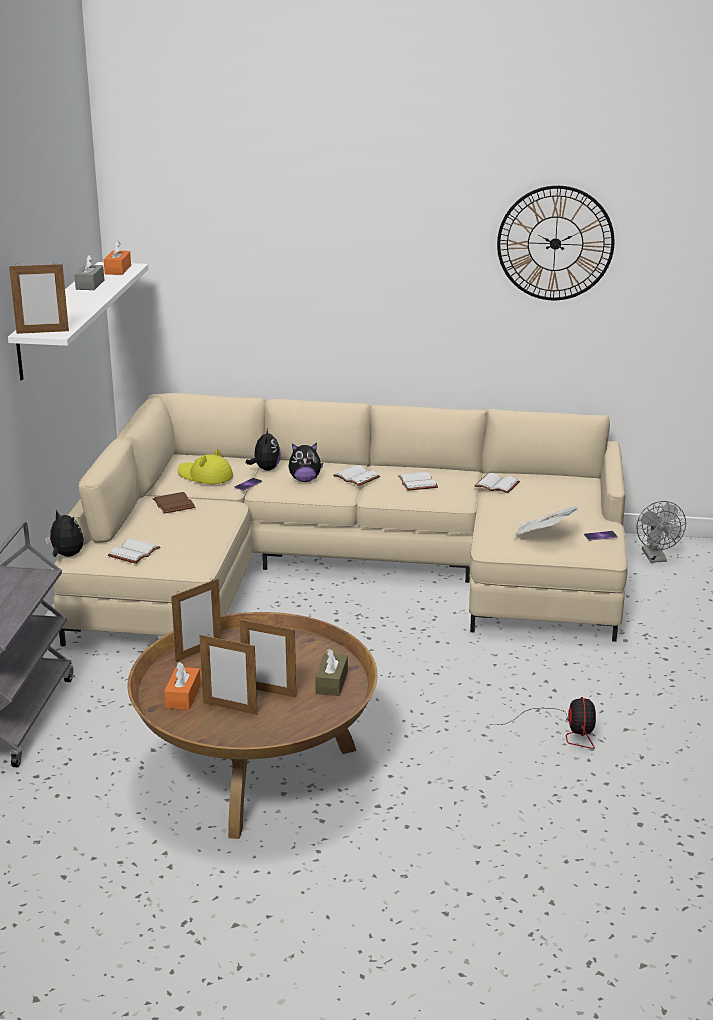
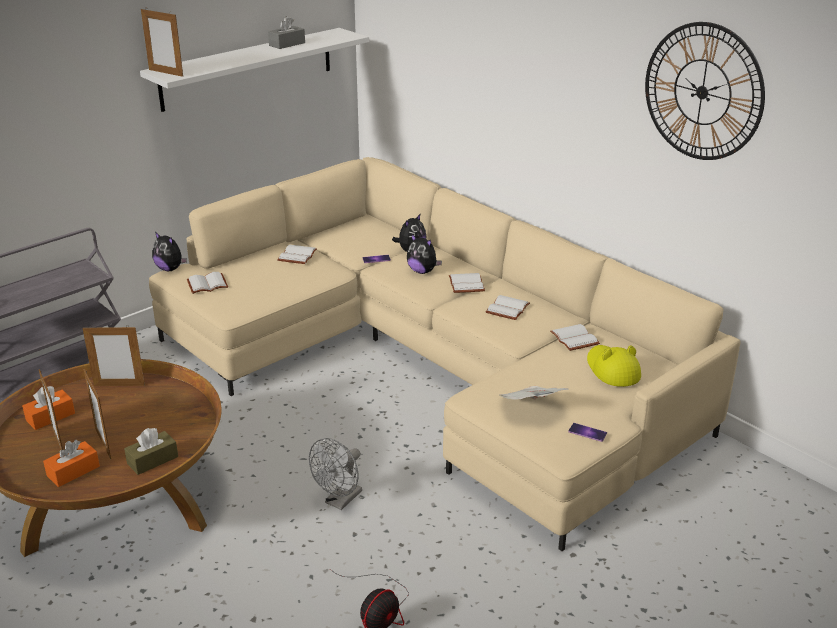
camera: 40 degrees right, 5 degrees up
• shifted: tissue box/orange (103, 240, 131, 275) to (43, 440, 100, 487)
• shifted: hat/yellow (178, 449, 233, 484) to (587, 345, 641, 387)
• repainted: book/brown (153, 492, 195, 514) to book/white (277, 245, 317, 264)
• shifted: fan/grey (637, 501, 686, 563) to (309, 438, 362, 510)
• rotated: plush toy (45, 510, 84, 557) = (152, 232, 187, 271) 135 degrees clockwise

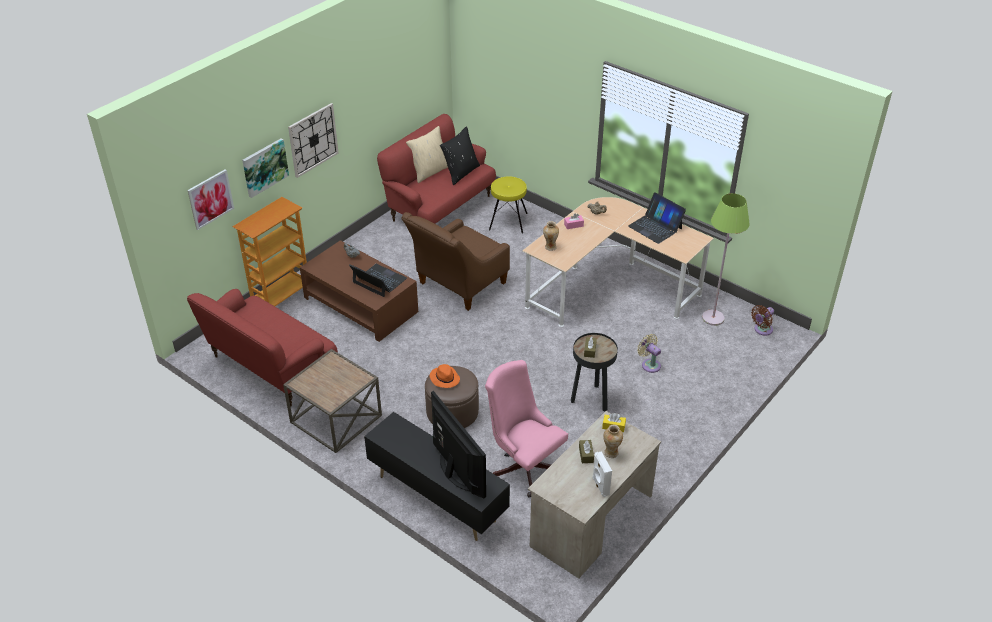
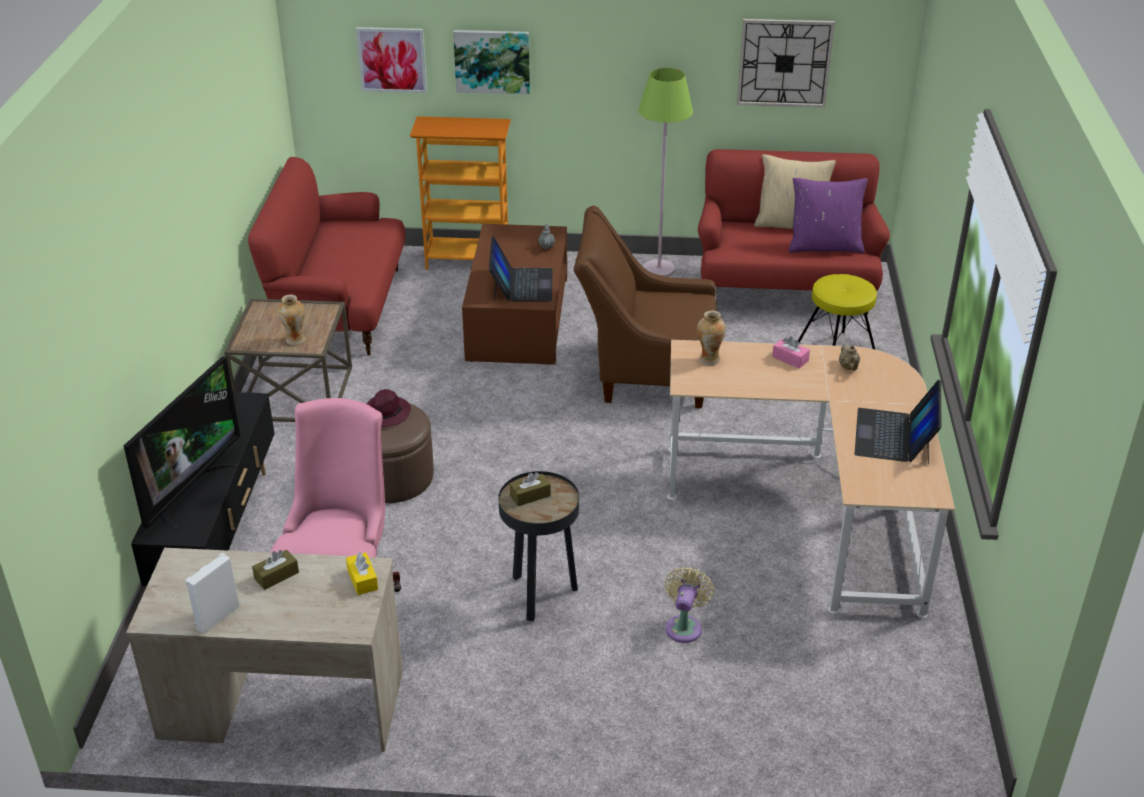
camera: 55 degrees right, 5 degrees down
• shifted: wall clock (288, 103, 339, 178) to (737, 19, 835, 108)
• repainted: pillow/black (440, 126, 480, 185) to pillow/purple (789, 178, 868, 253)
• shifted: floor lamp/green (702, 193, 749, 326) to (638, 68, 693, 277)
• gone: fan/brown (751, 305, 774, 336)
• repainted: hat/orange (430, 364, 460, 388) to hat/purple (367, 389, 411, 427)
• shifted: vase (603, 425, 623, 458) to (278, 295, 306, 345)

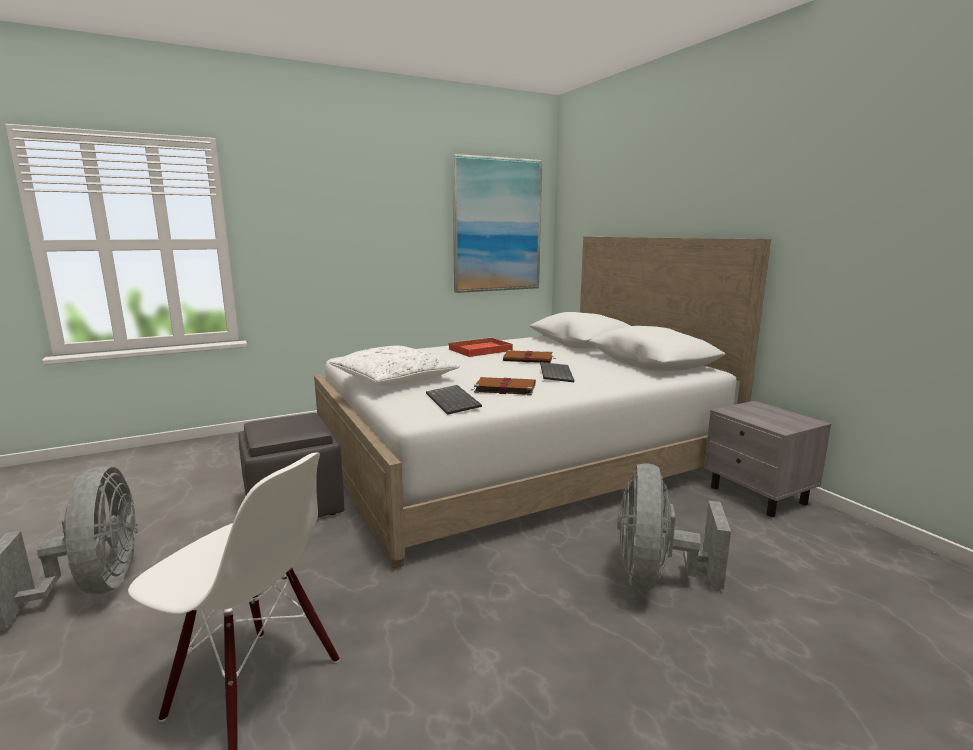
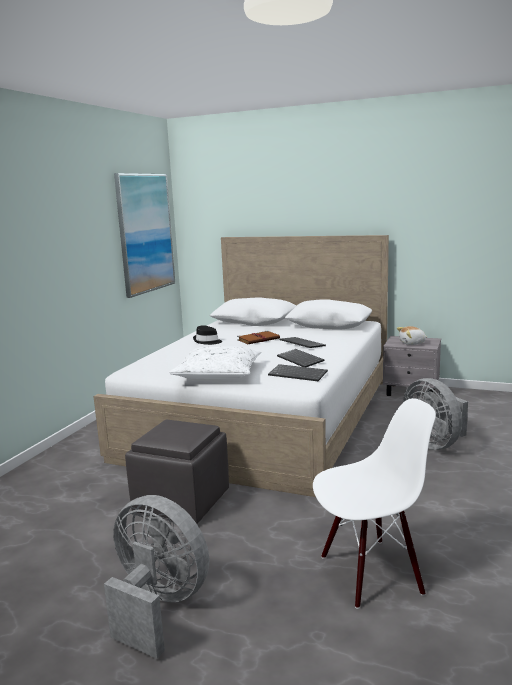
camera: 40 degrees left, 0 degrees up
• swapped: tray/red (448, 337, 513, 357) to hat/black (193, 325, 222, 345)
• swapped: book/brown (472, 377, 536, 396) to keyboard (277, 349, 324, 367)
• new: plush toy (397, 326, 428, 345)

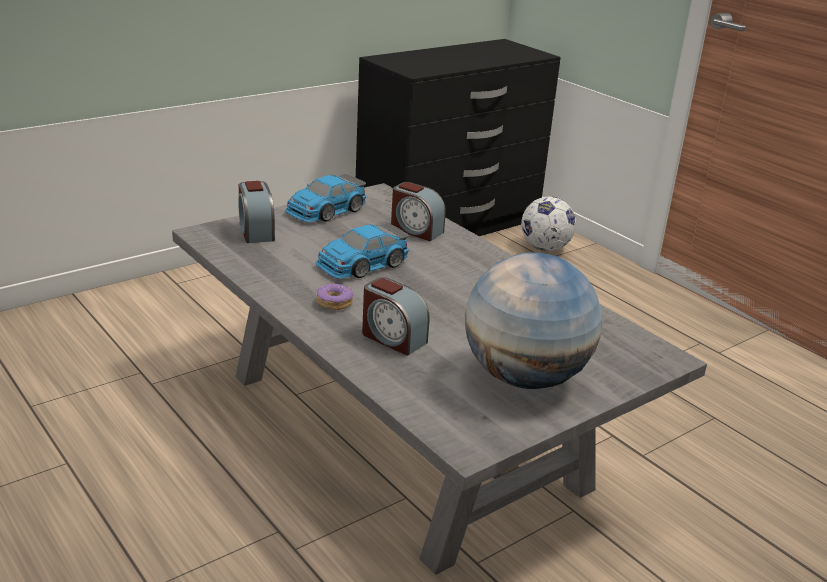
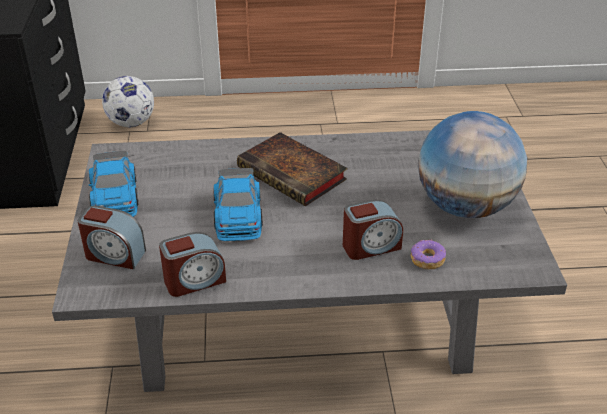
camera: 55 degrees left, 10 degrees up
• shifted: alarm clock (391, 182, 446, 241) to (159, 232, 226, 297)
• shifted: donut (316, 283, 353, 310) to (411, 240, 446, 269)
• new: book (237, 132, 347, 206)

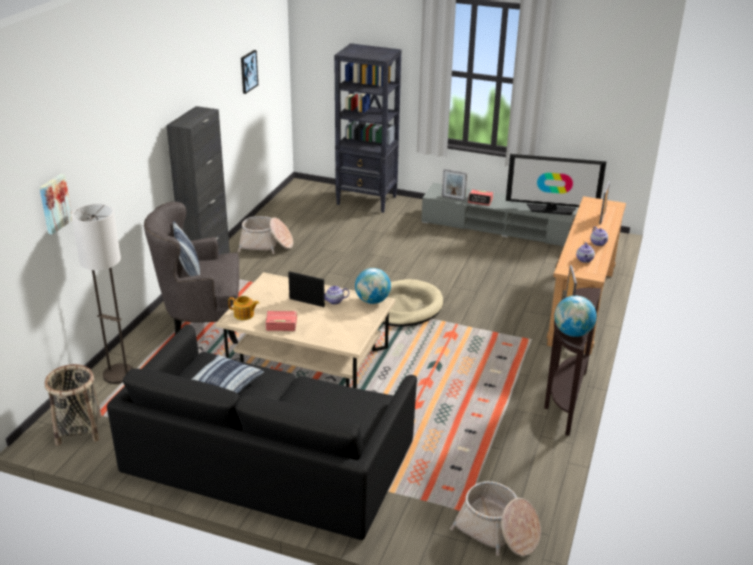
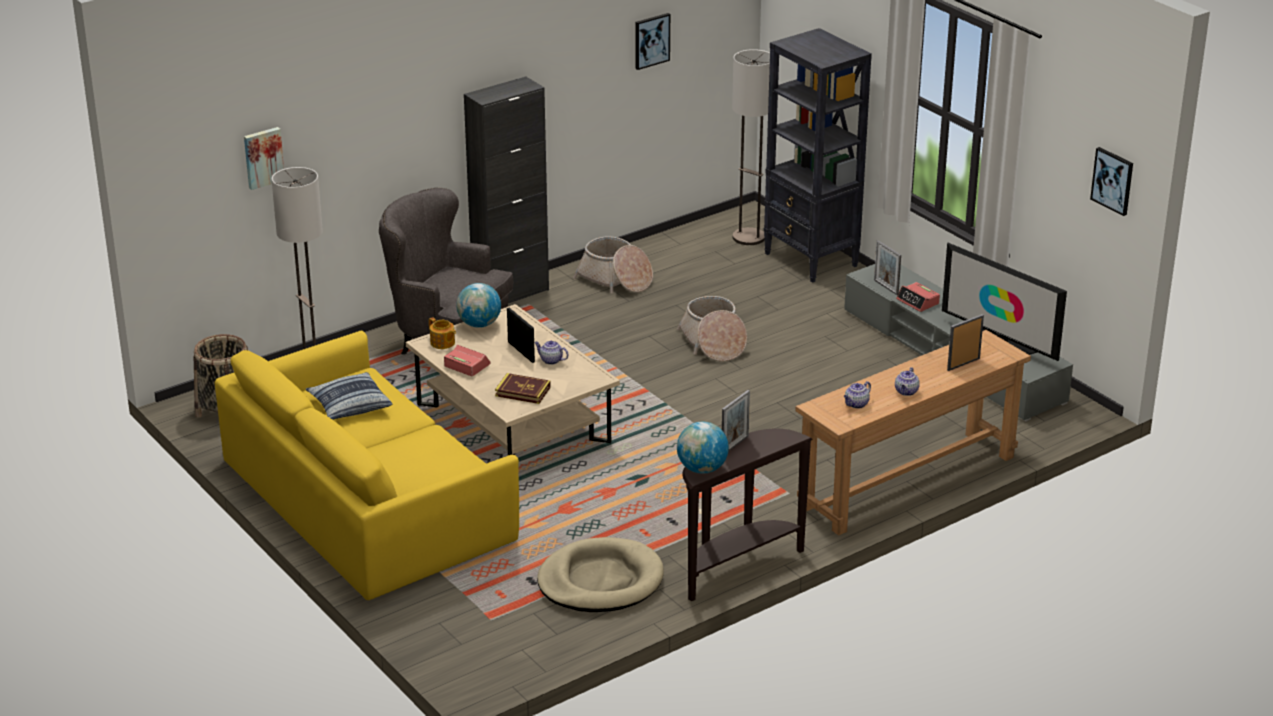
camera: 35 degrees right, 0 degrees up
• gone: pillow (173, 221, 200, 276)
• shifted: globe (355, 268, 391, 304) to (456, 283, 501, 328)
• shifted: dog bed/beige (382, 279, 443, 326) to (537, 537, 664, 612)
• repainted: sofa/black (107, 324, 417, 540) to sofa/yellow (215, 331, 519, 600)
• shifted: basket (450, 481, 541, 556) to (677, 296, 747, 362)
• new: floor lamp (732, 49, 770, 245)
• new: picture (1090, 147, 1133, 216)
• new: book (495, 373, 551, 404)

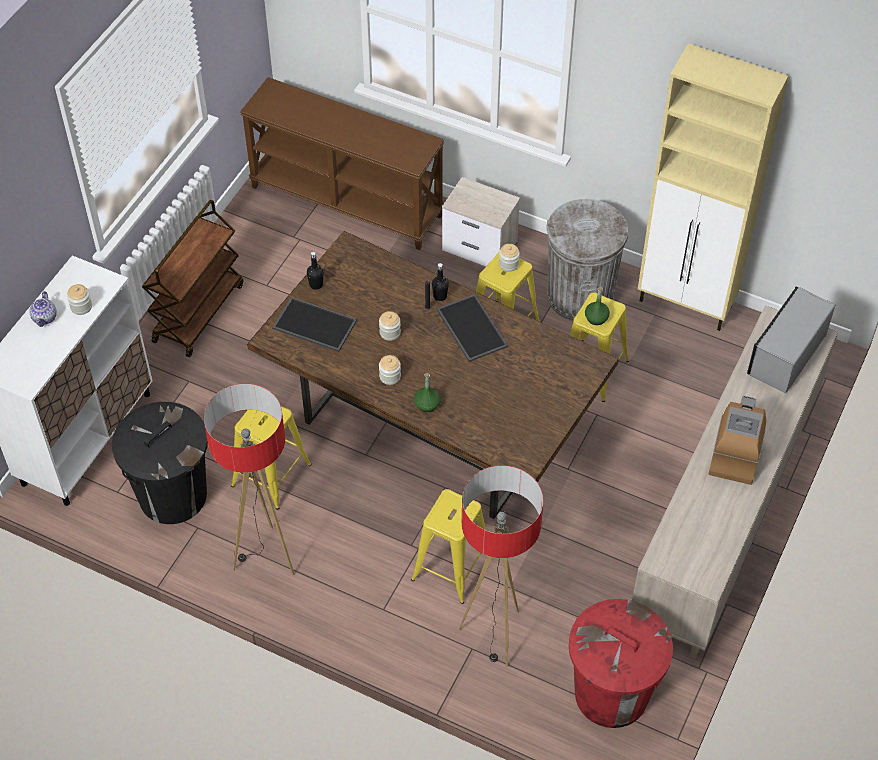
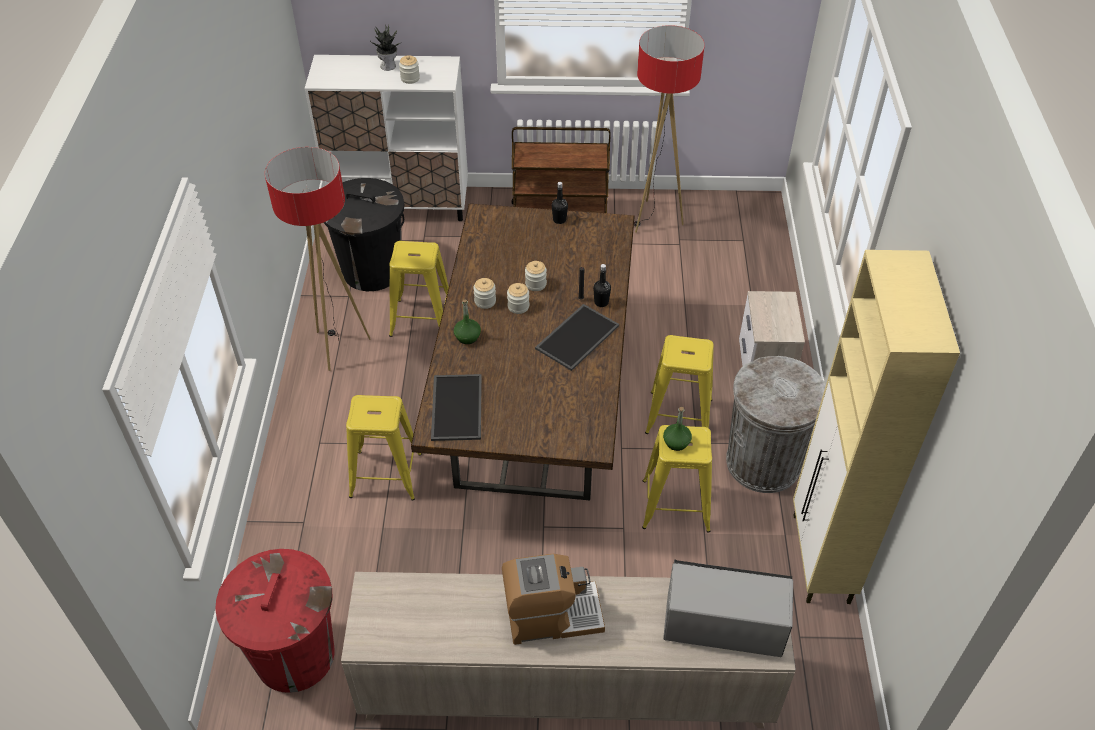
camera: 65 degrees right, 5 degrees down
• gone: console table/brown (240, 77, 444, 250)
• shifted: jar (499, 244, 520, 272) to (507, 283, 529, 314)
• swapped: teapot (29, 291, 57, 327) to potted plant (370, 25, 400, 71)
• shifted: tray (272, 297, 357, 352) to (431, 374, 482, 441)
• shifted: floor lamp (459, 465, 544, 667) to (634, 25, 705, 233)

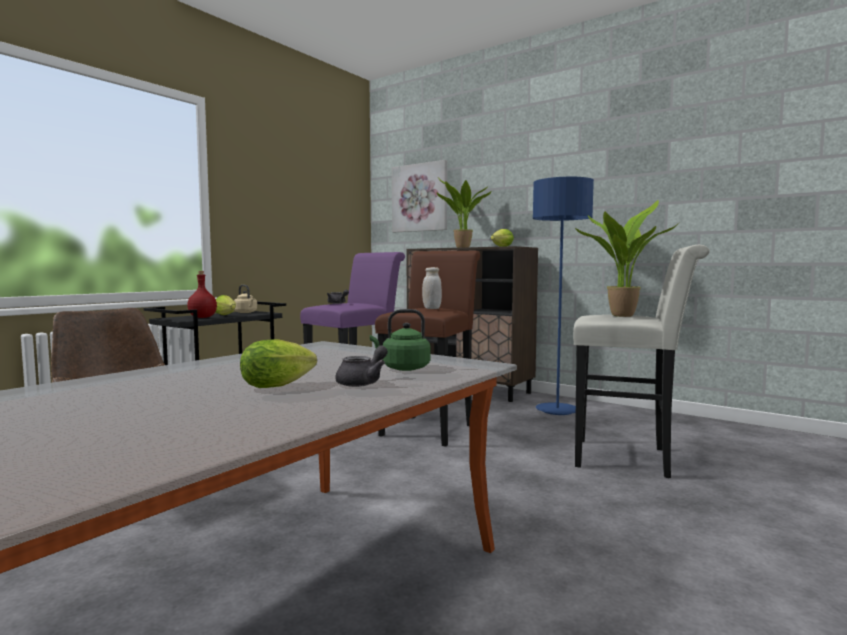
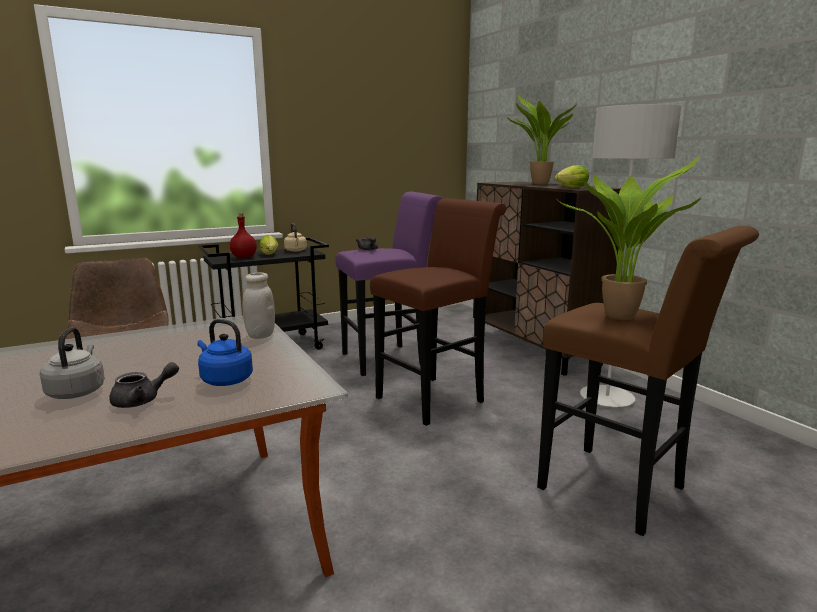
camera: 25 degrees right, 10 degrees up
• gone: picture (392, 160, 447, 232)
• repainted: floor lamp/blue (533, 177, 594, 415) to floor lamp/grey (580, 104, 681, 407)
• repainted: stool/white (573, 245, 710, 478) to stool/brown (537, 226, 759, 536)
• shifted: jar/white (422, 267, 442, 309) to (242, 272, 275, 339)
• repainted: kettle/green (370, 309, 430, 371) to kettle/blue (197, 319, 253, 386)
• swapped: lettuce (240, 339, 317, 388) to kettle/grey (40, 327, 105, 399)

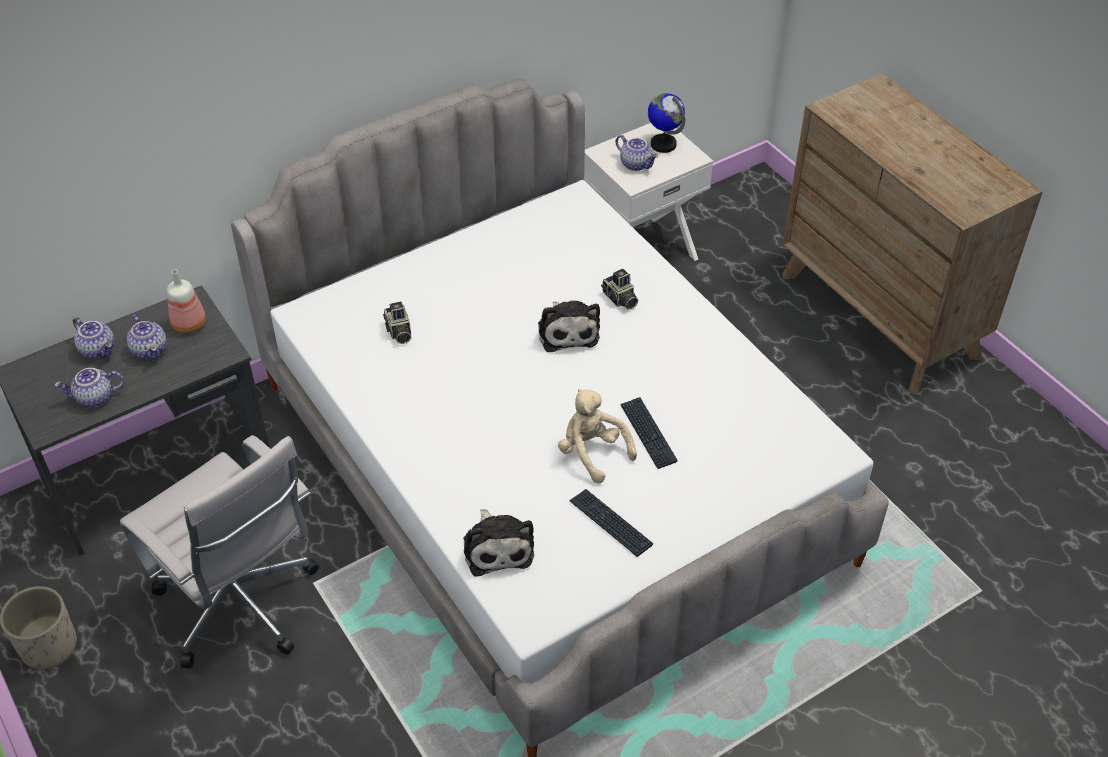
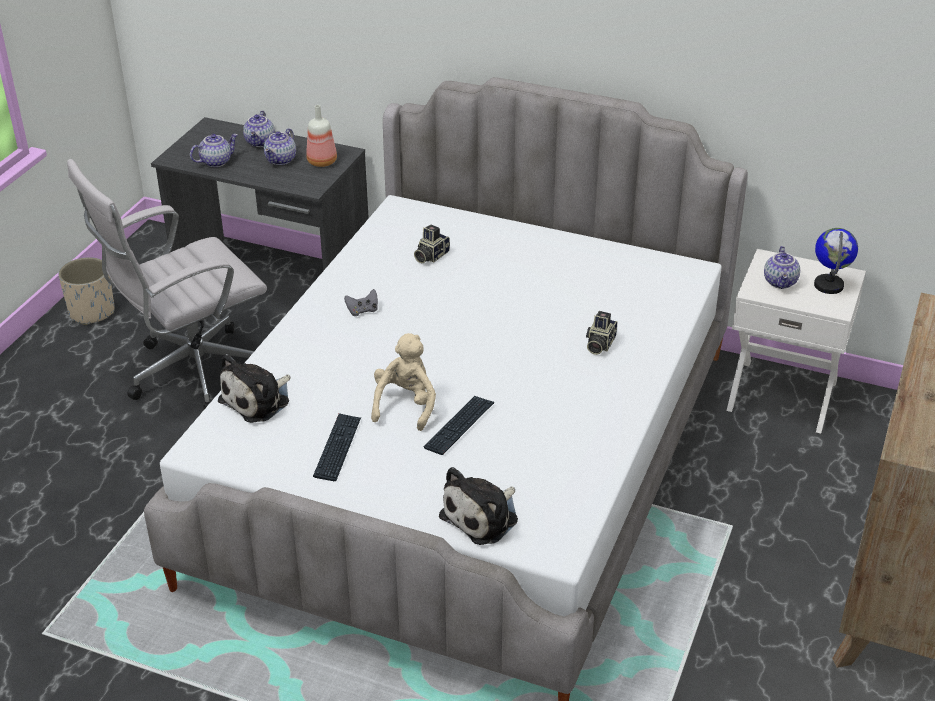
camera: 55 degrees right, 10 degrees down
• shifted: plush toy (538, 301, 600, 352) to (439, 467, 518, 545)
• rotated: teapot (55, 368, 124, 407) = (190, 134, 238, 167) 105 degrees clockwise
• rotated: office chair/white (120, 435, 319, 669) = (67, 159, 267, 409) 45 degrees clockwise
• new: game controller/grey (344, 289, 378, 316)

